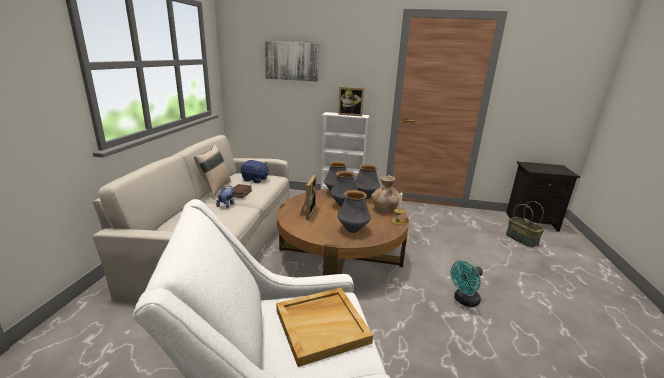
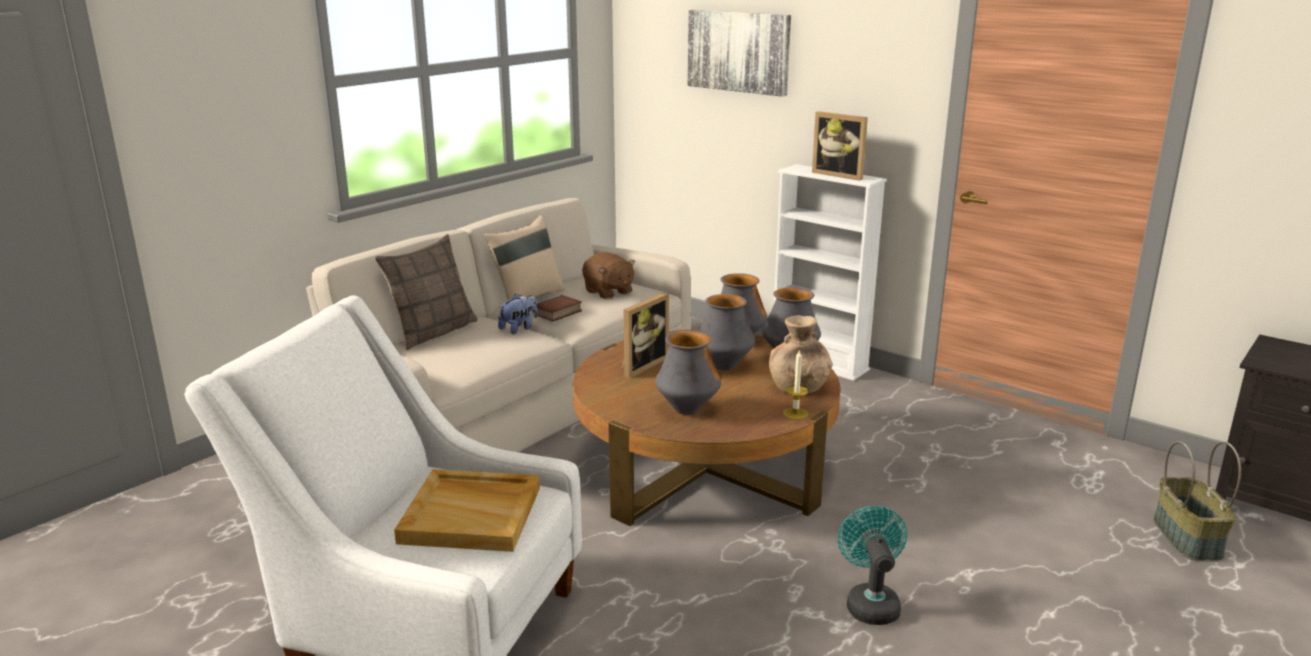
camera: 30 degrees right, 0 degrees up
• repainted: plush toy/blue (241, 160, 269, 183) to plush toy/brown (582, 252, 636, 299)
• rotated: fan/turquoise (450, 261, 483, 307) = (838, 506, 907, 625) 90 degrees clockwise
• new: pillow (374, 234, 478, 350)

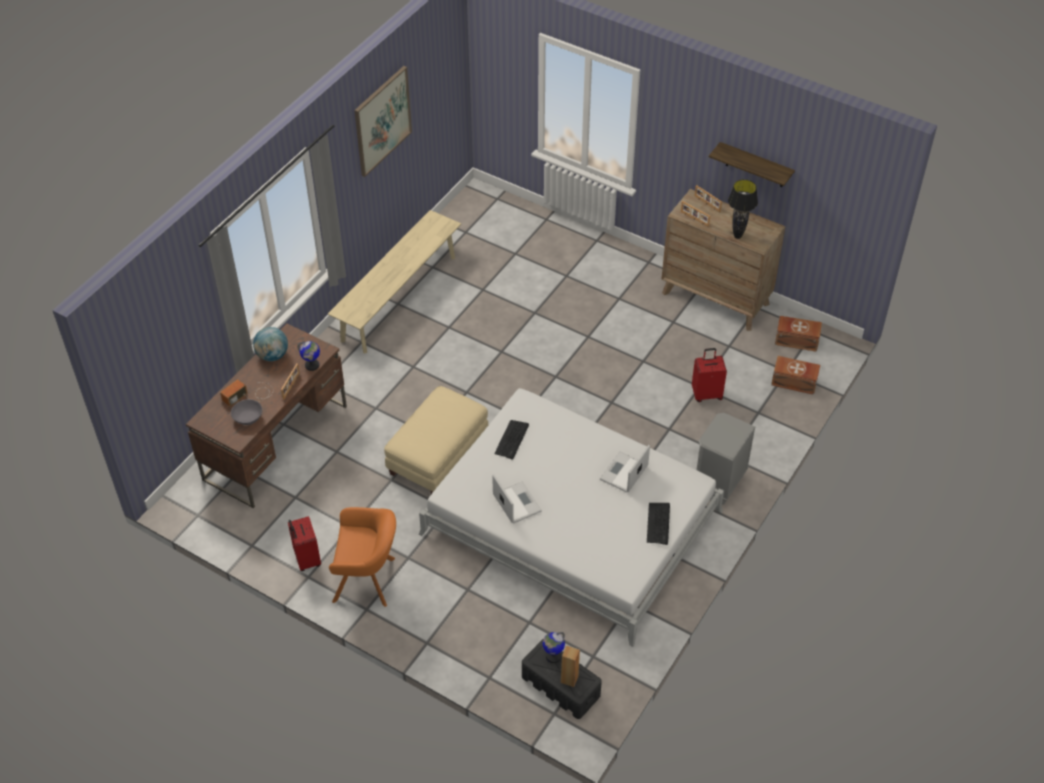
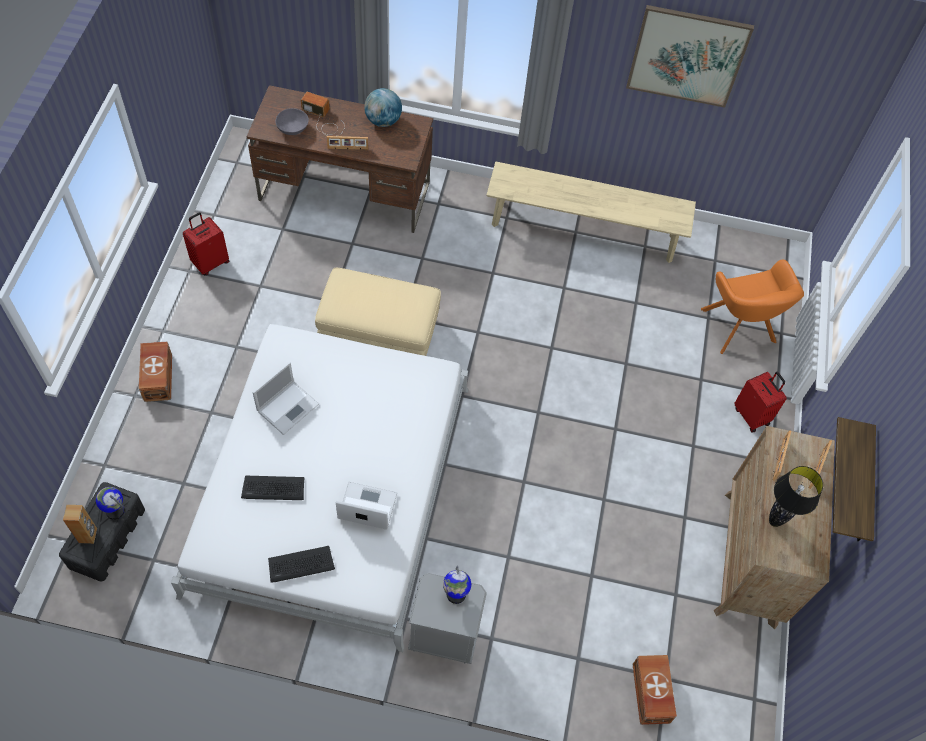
camera: 65 degrees right, 10 degrees up
• shifted: storage box/brown (775, 316, 822, 352) to (139, 342, 172, 402)
• shifted: globe (298, 341, 320, 371) to (443, 566, 471, 604)
• shifted: suitcase/red (692, 348, 727, 402) to (734, 372, 787, 433)
• shifted: keyboard (494, 420, 529, 460) to (241, 476, 304, 500)
• shifted: armchair/orange (329, 507, 396, 607) to (701, 260, 804, 354)

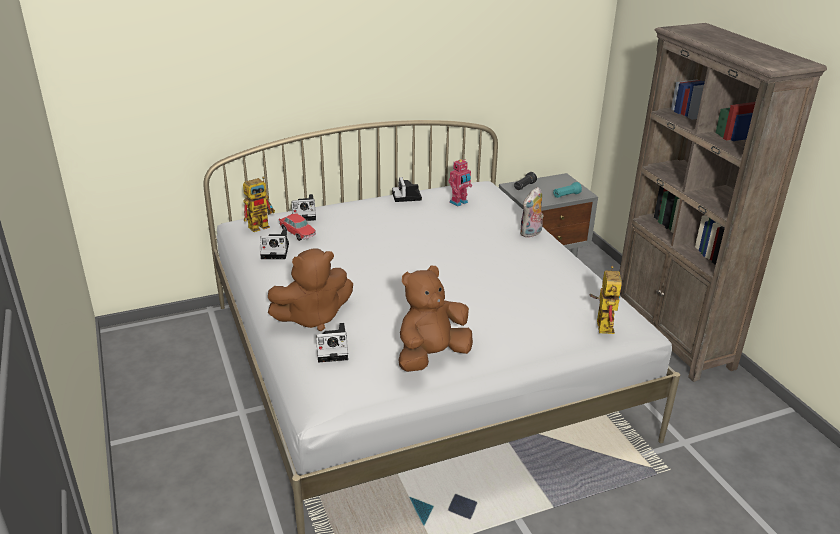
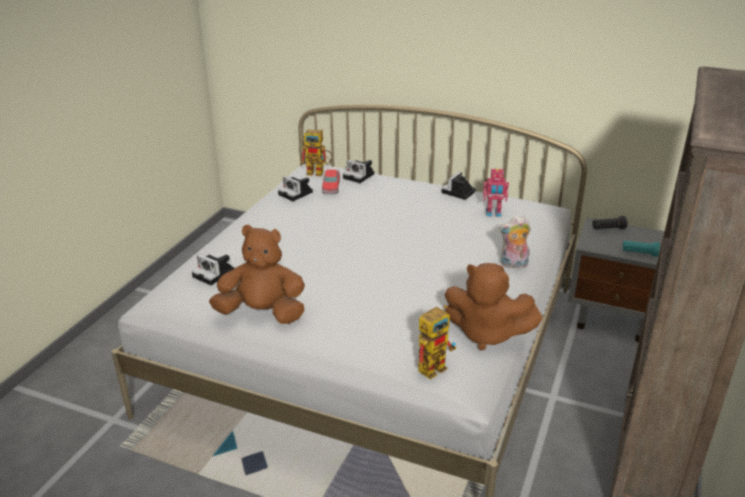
camera: 45 degrees right, 0 degrees up
• shifted: plush toy/brown (268, 248, 353, 331) to (444, 263, 543, 350)

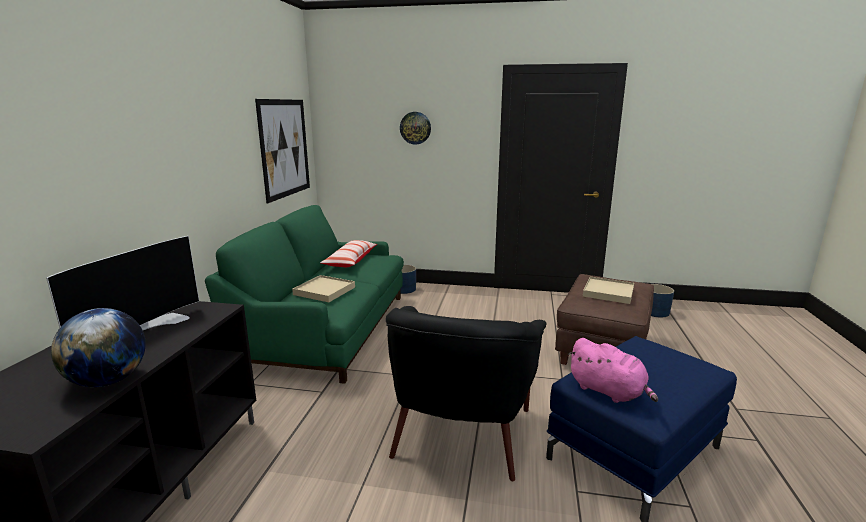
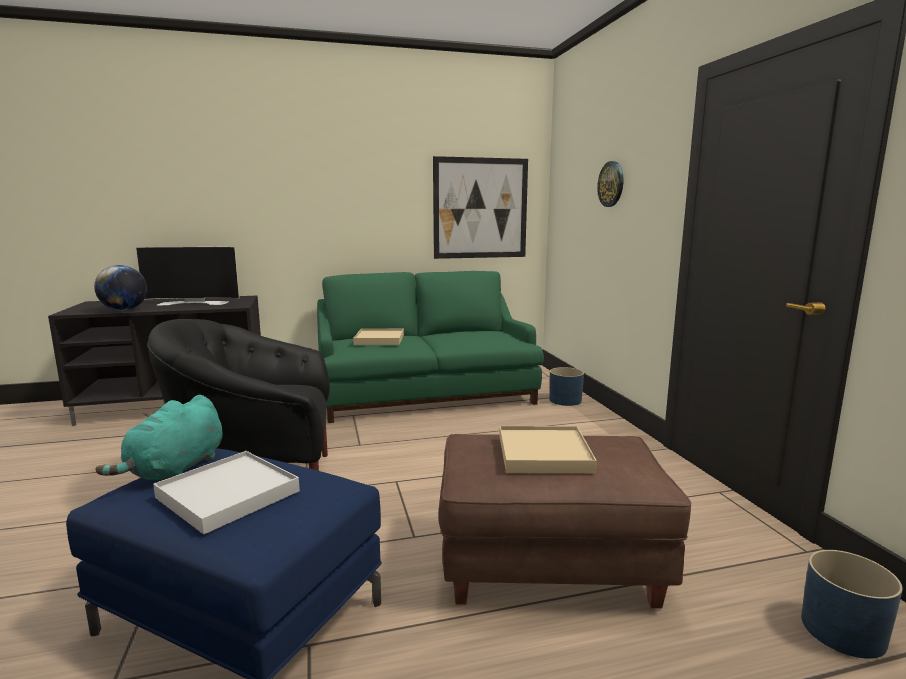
camera: 65 degrees right, 5 degrees down
• gone: pillow (320, 240, 377, 267)
• repainted: plush toy/pink (568, 338, 658, 403) to plush toy/turquoise (95, 395, 223, 480)
• new: tray/white (153, 451, 300, 535)

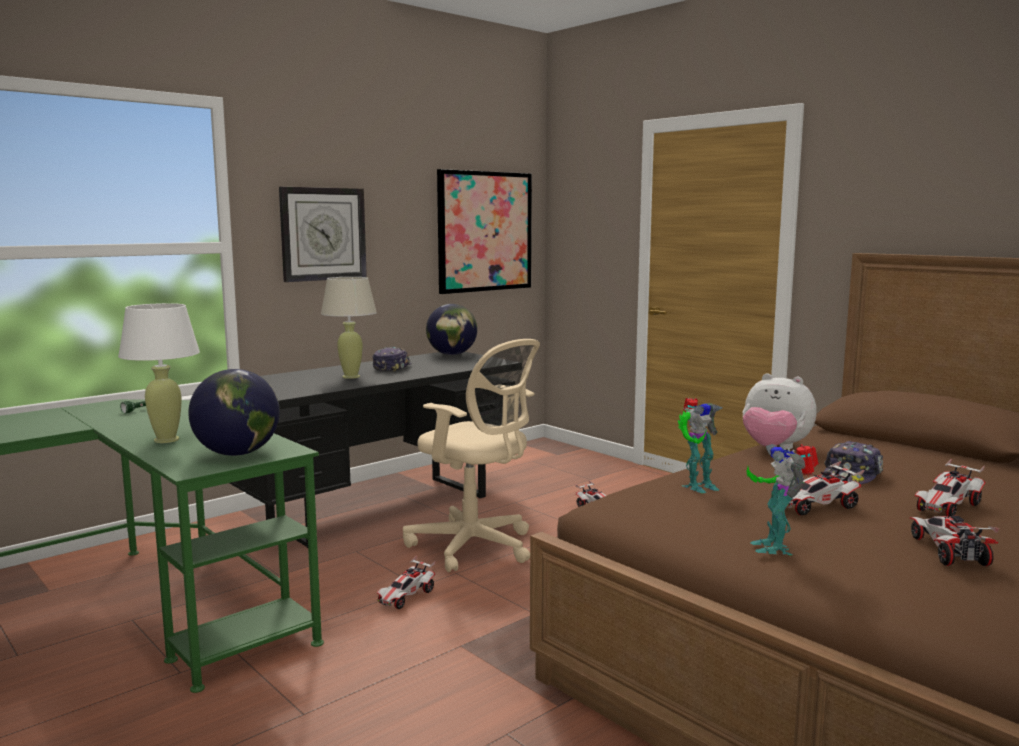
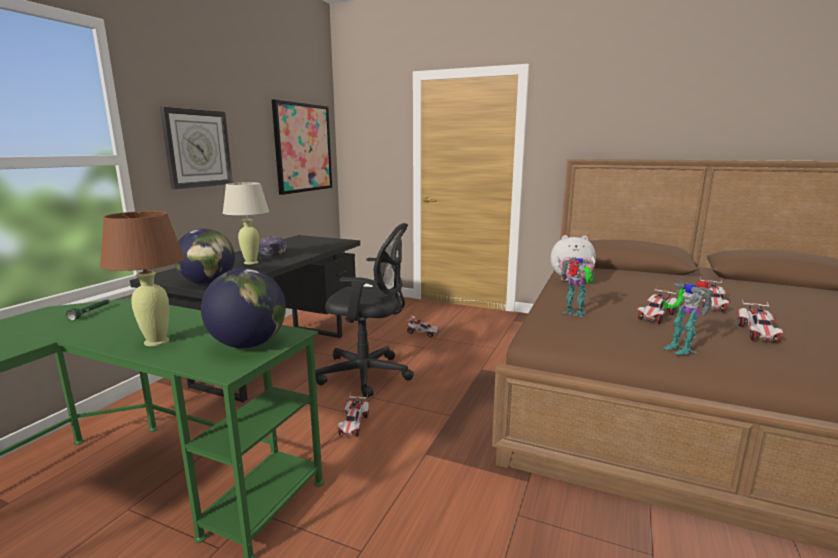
camera: 25 degrees left, 5 degrees up
• repainted: table lamp/white (118, 303, 200, 443) to table lamp/brown (100, 211, 185, 346)
• shifted: globe (426, 304, 477, 355) to (175, 229, 235, 285)
• repainted: office chair/beige (403, 339, 540, 573) to office chair/black (315, 223, 414, 398)
• rotated: toy robot (678, 398, 723, 493) = (561, 257, 594, 317) 90 degrees counterclockwise
• gone: cap (824, 441, 883, 484)
• rotated: toy car (909, 516, 999, 566) = (737, 299, 784, 343) 135 degrees counterclockwise

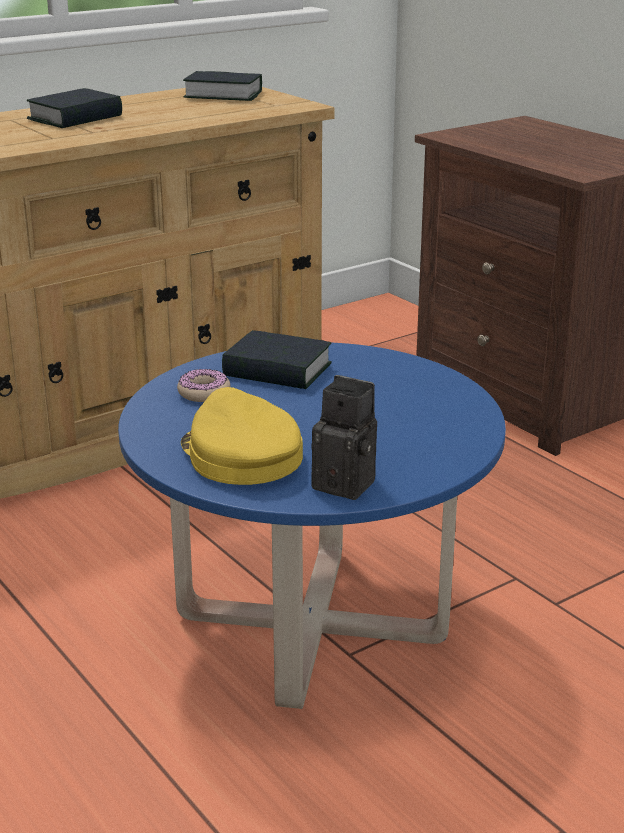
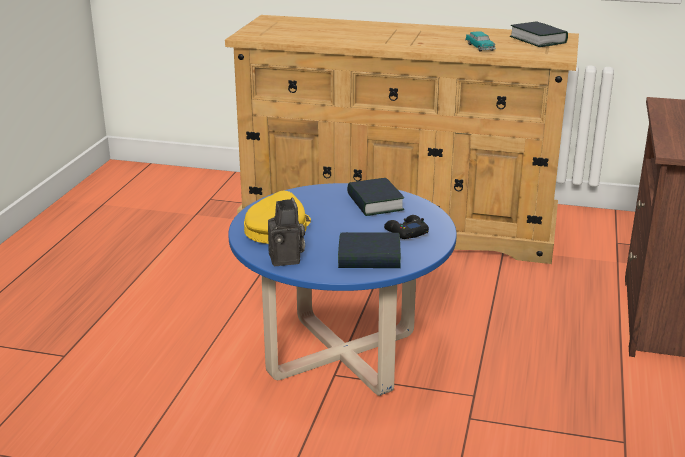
camera: 50 degrees right, 0 degrees up
• shifted: book (27, 88, 122, 128) to (338, 232, 401, 268)
• gone: donut (177, 369, 230, 402)
• new: toy car (465, 31, 496, 52)
• new: game controller/black (384, 215, 429, 239)

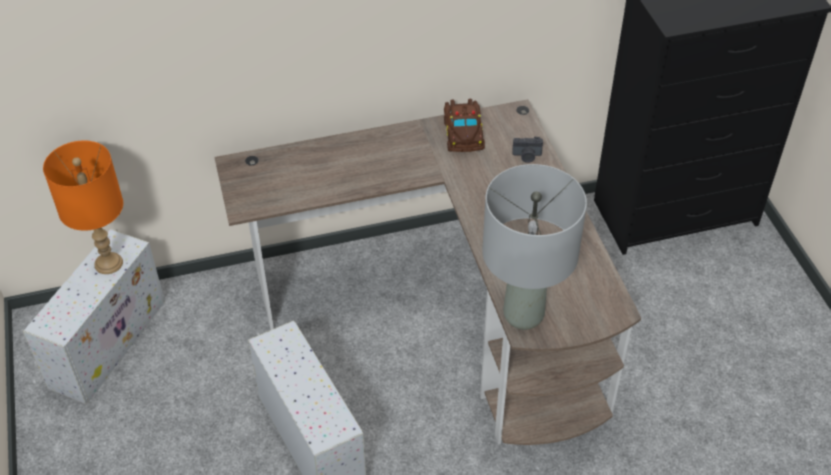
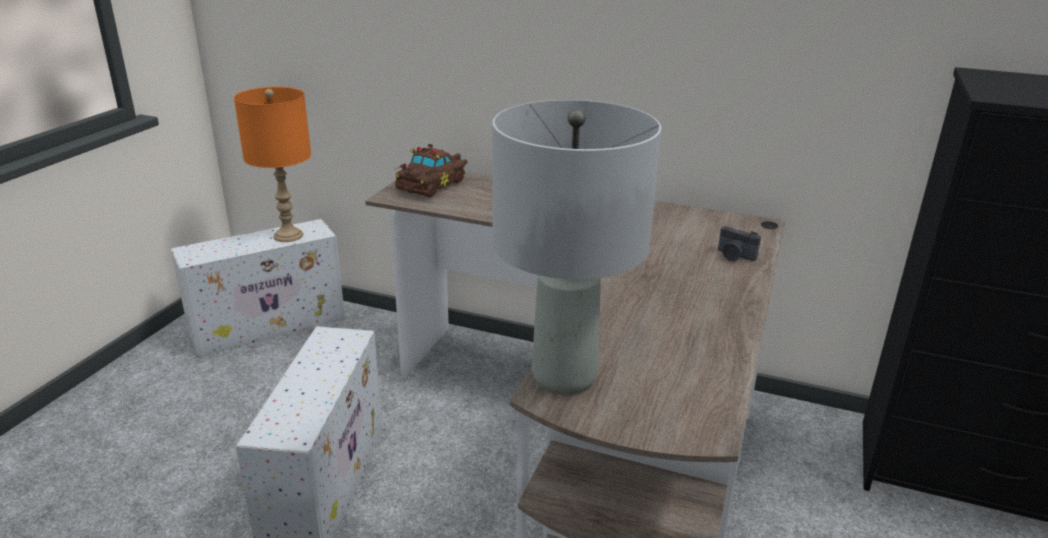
camera: 35 degrees right, 20 degrees down
• shifted: toy car/brown (444, 99, 485, 152) to (395, 144, 468, 197)

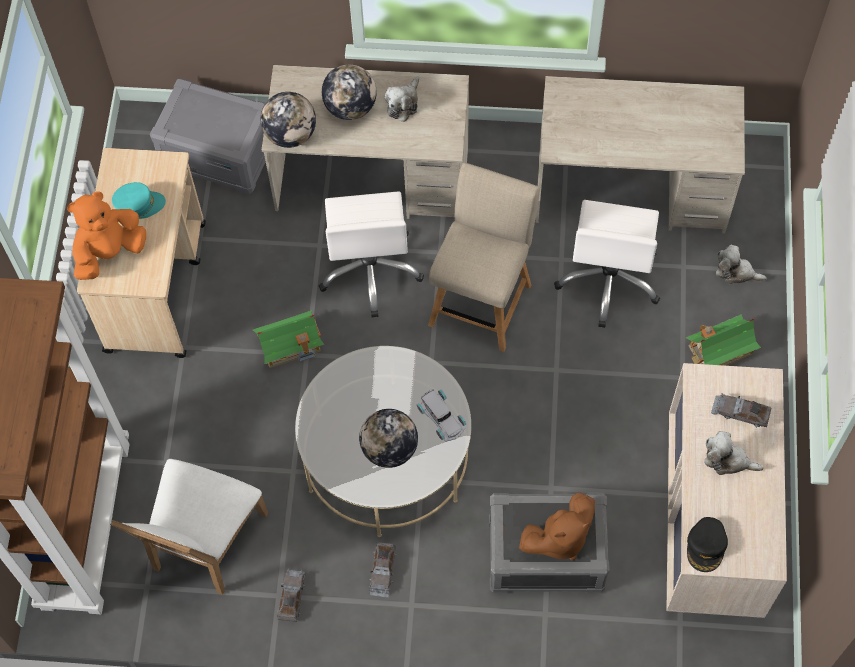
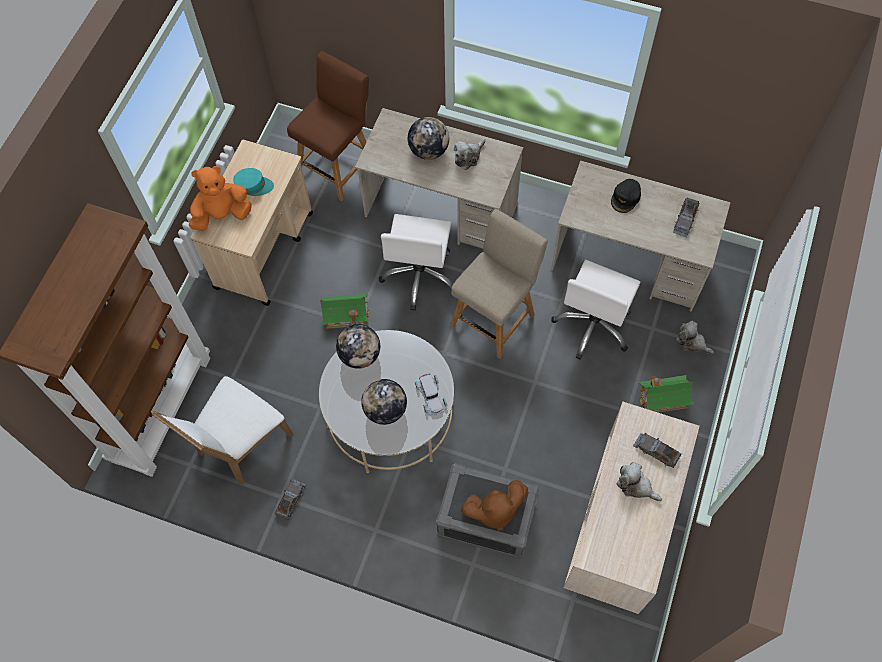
camera: 15 degrees right, 0 degrees up
• swapped: storage box/grey (150, 78, 266, 194) to chair/brown (287, 51, 369, 201)
• shifted: globe (261, 92, 316, 148) to (336, 324, 380, 369)
• shifted: cap/black (687, 517, 728, 572) to (611, 179, 641, 213)
• shifted: toy car/grey (369, 543, 397, 598) to (673, 198, 699, 237)

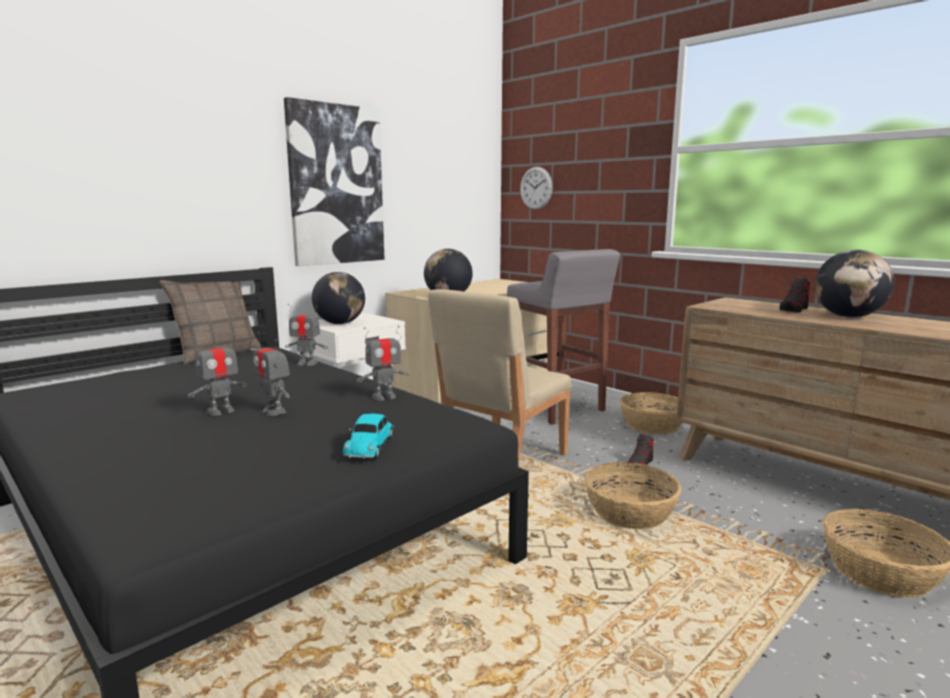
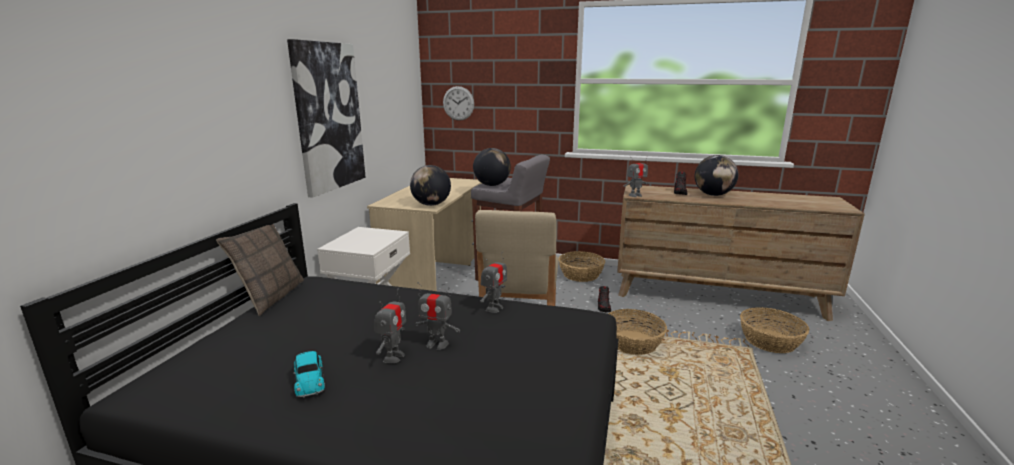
camera: 30 degrees left, 5 degrees up
• shifted: globe (312, 272, 365, 324) to (473, 148, 511, 186)
• shifted: toy robot (285, 304, 328, 366) to (623, 163, 648, 197)
• shifted: toy car (343, 413, 394, 459) to (293, 351, 325, 398)

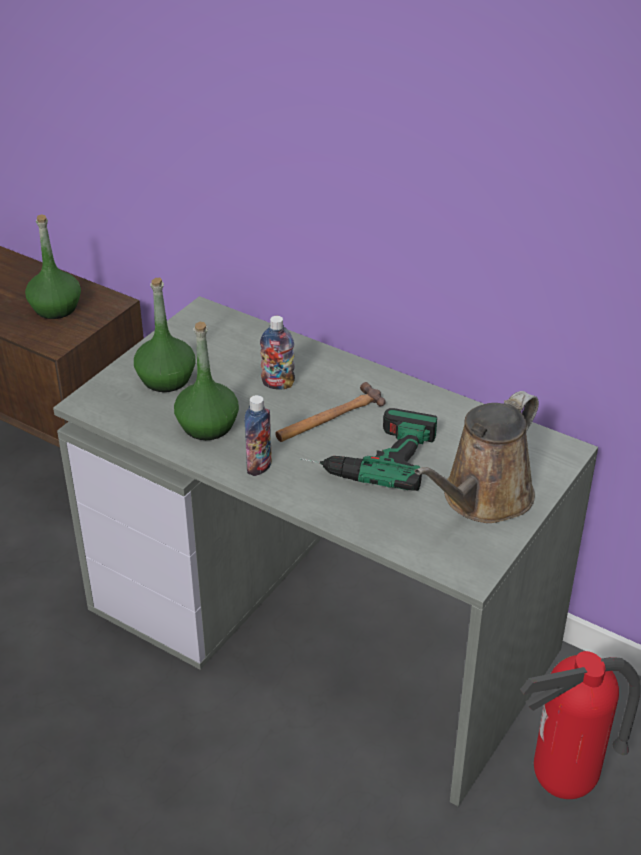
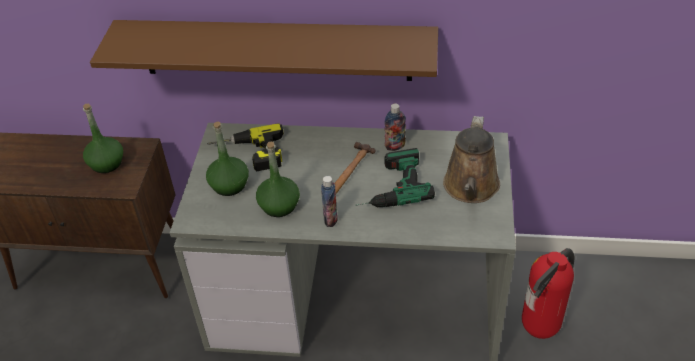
camera: 25 degrees left, 5 degrees up
• shifted: bottle (260, 316, 295, 390) to (384, 103, 406, 151)
• new: shelf/brown (90, 20, 438, 81)
• new: power drill (207, 123, 284, 172)

